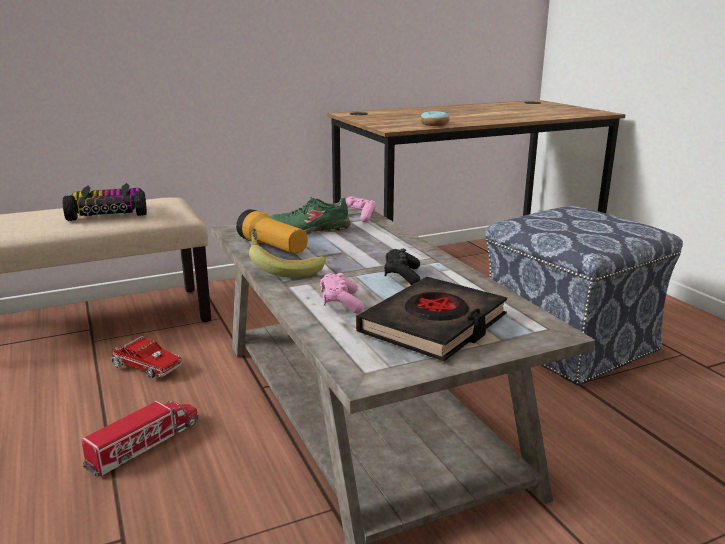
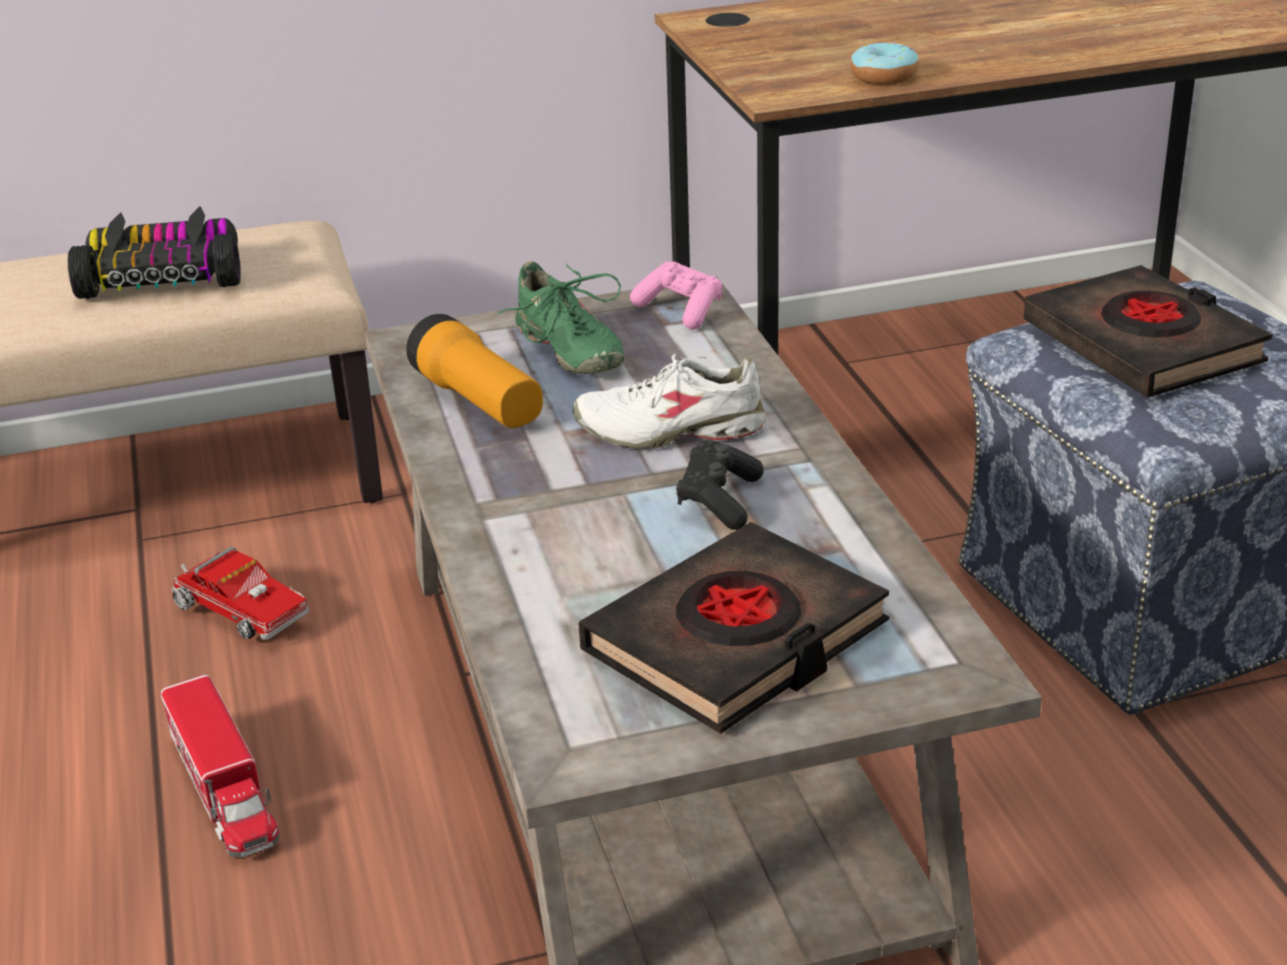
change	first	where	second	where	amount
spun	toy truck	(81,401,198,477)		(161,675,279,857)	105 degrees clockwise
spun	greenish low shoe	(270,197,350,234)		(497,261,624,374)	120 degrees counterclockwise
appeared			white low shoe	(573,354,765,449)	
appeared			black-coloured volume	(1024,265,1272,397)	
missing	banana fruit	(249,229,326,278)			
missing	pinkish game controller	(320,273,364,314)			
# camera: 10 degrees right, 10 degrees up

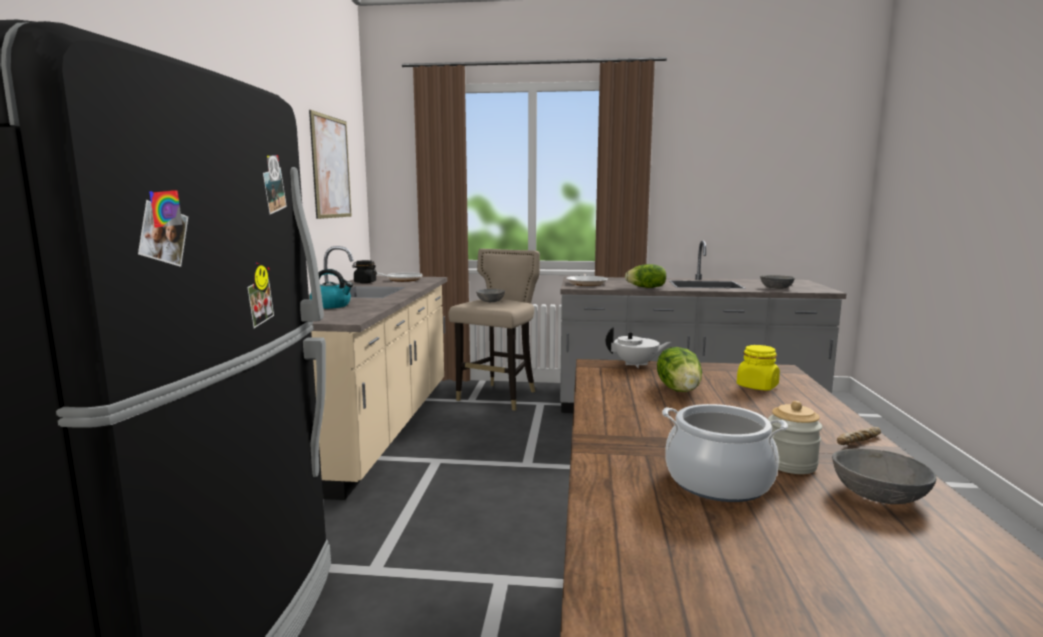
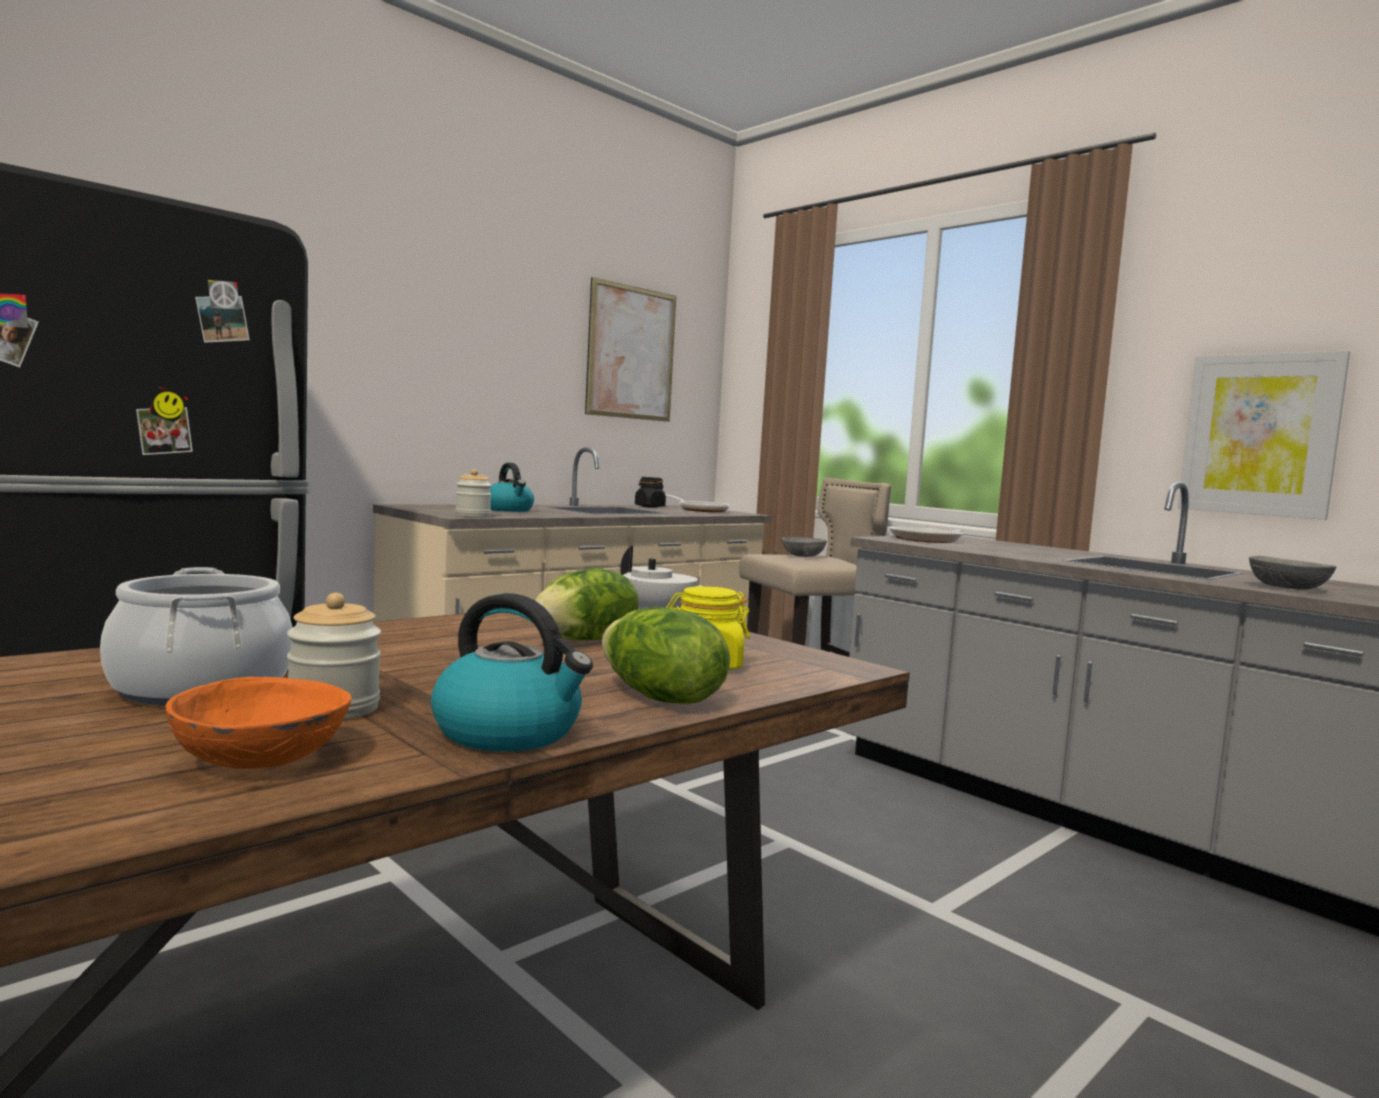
change	first	where	second	where	amount
colour	grey serving bowl	(832,449,937,504)	orangey serving bowl	(166,677,352,769)	
exchanged	bread	(837,427,881,445)	kettle	(431,593,593,751)	
appeared			preserve jar	(456,469,492,517)	
relocated	lettuce head	(625,264,666,288)		(602,607,730,704)	
appeared			wall art	(1178,351,1350,520)	
# camera: 40 degrees right, 5 degrees down

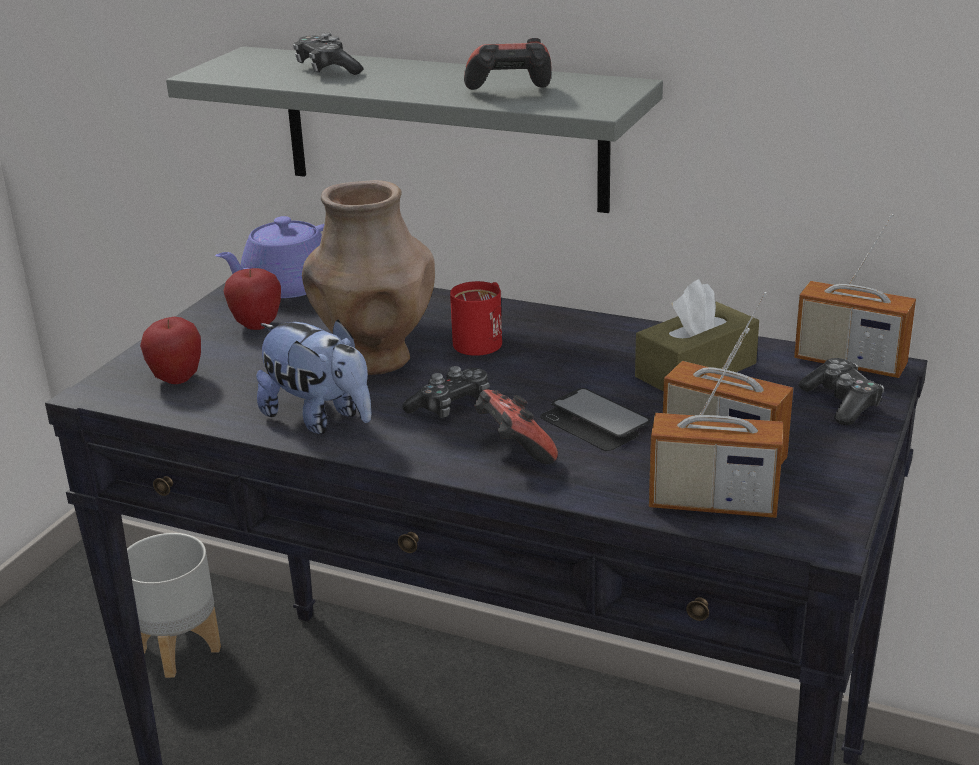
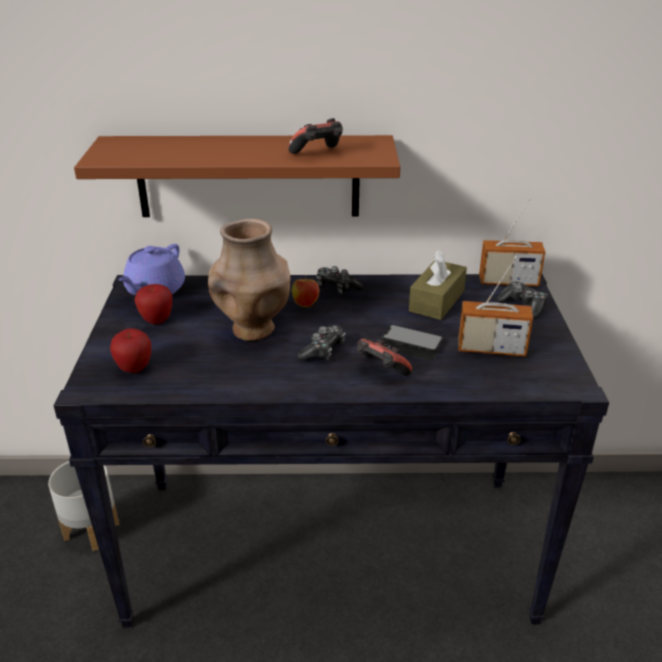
change	first	where	second	where	amount
colour	grey shelf	(166,46,663,213)	brown-coloured shelf	(74,135,400,217)	
exchanged	red mug	(450,281,502,356)	apple	(292,274,319,307)	
relocated	game controller	(293,33,364,75)		(316,266,363,294)	
missing	soft toy	(256,320,371,434)			
missing	radio set	(649,328,783,518)			
# camera: 25 degrees left, 5 degrees up

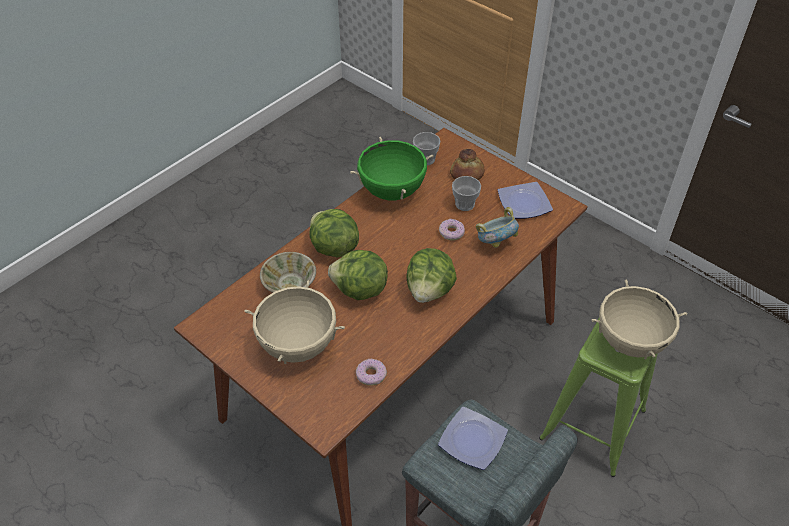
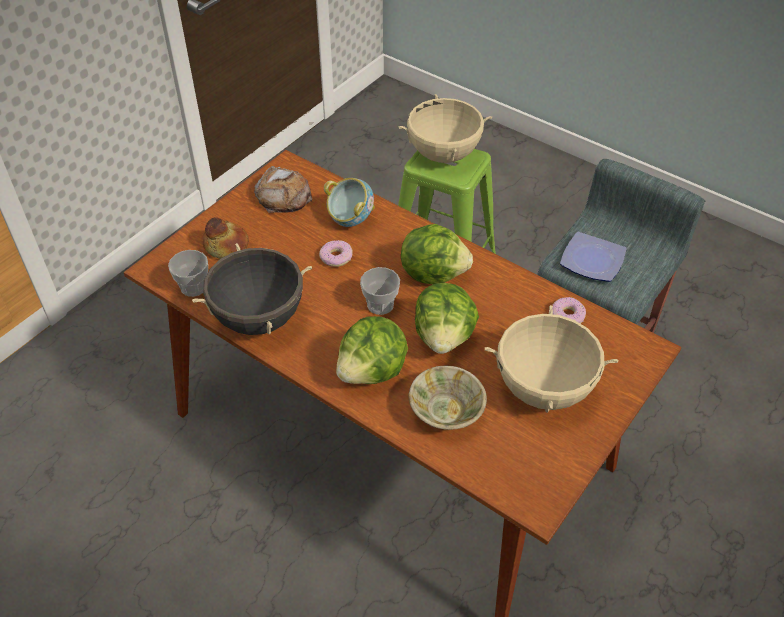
change	first	where	second	where	amount
colour	greenish stockpot	(350,137,434,200)	black-coloured stockpot	(192,243,312,335)	
exchanged	flat dish	(498,182,553,219)	bread	(254,166,312,213)	
relocated	cup	(452,176,481,211)		(360,267,400,315)	
# camera: 95 degrees left, 0 degrees up

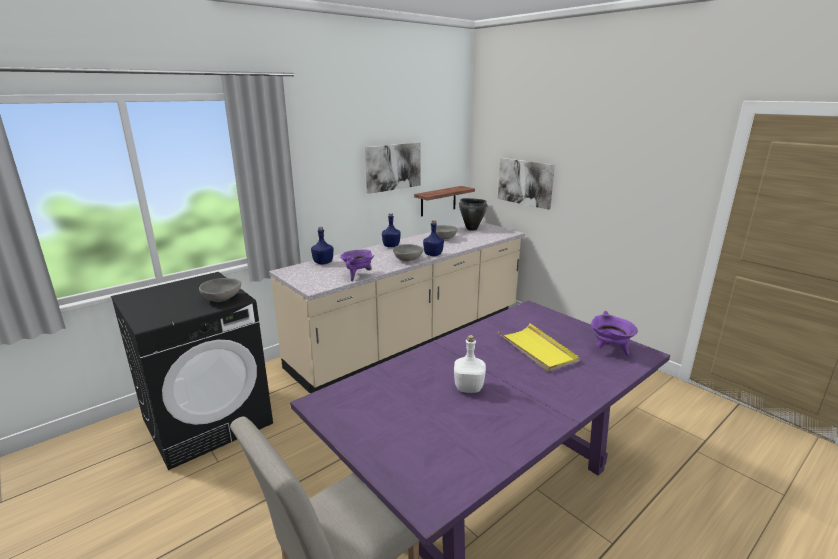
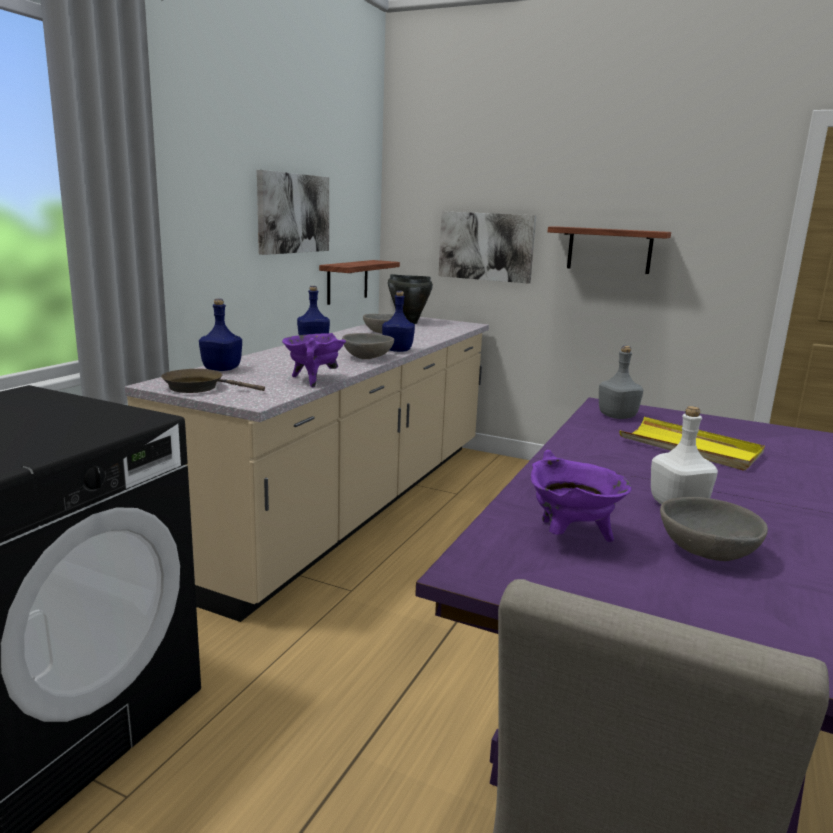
change	first	where	second	where	amount
appeared			brown-coloured frying pan	(161,369,265,393)	
relocated	purple-coloured stockpot	(591,311,638,355)		(531,450,632,542)	
appeared			shelf	(548,227,671,274)	
appeared			grey drink bottle	(599,346,643,419)	
relocated	grey serving bowl	(199,278,241,302)		(660,497,768,561)	
# camera: 25 degrees left, 5 degrees down

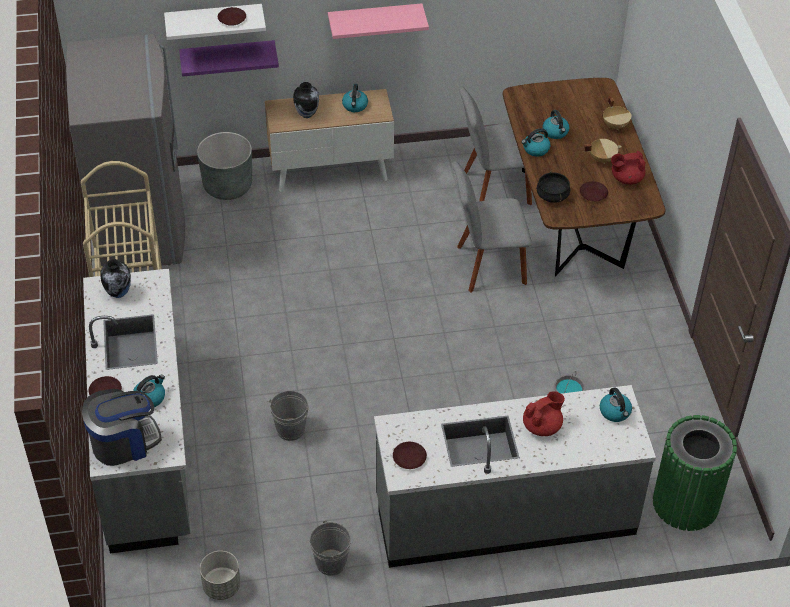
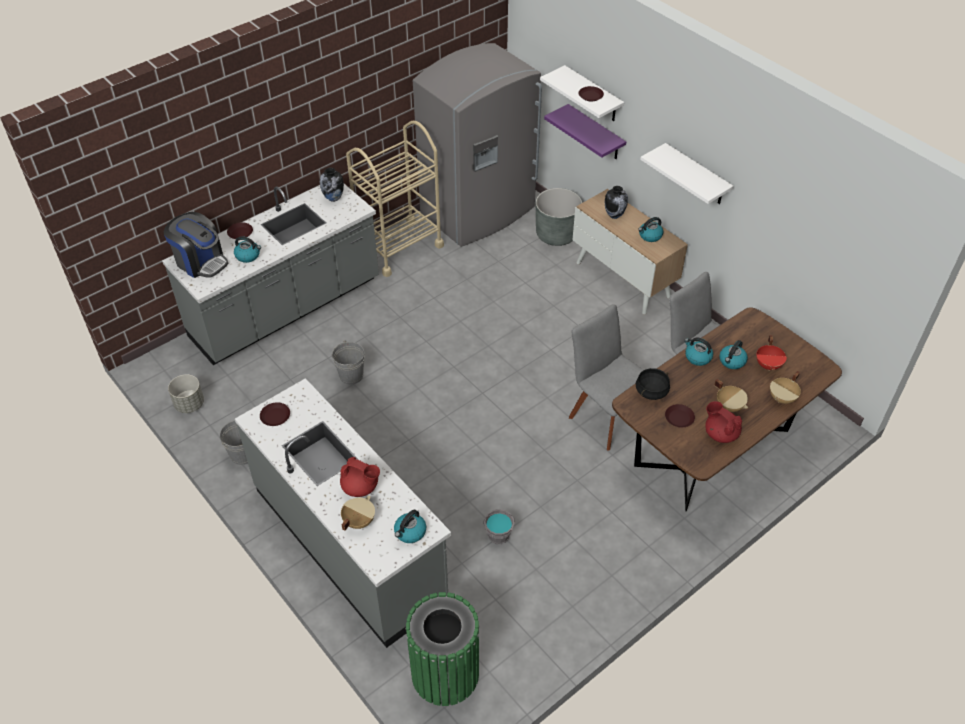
change	first	where	second	where	amount
appeared			beige stockpot	(341,496,375,531)	
colour	pinkish shelf	(328,3,429,39)	white shelf	(640,143,734,204)	
appeared			red stockpot	(756,335,787,371)	
# camera: 60 degrees right, 0 degrees up

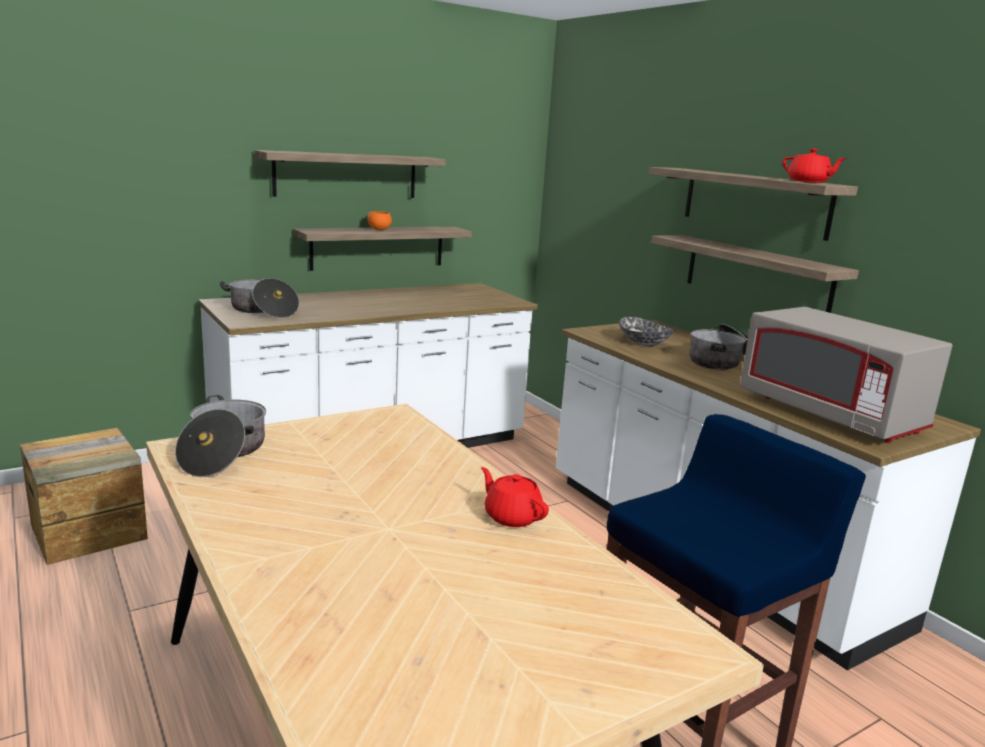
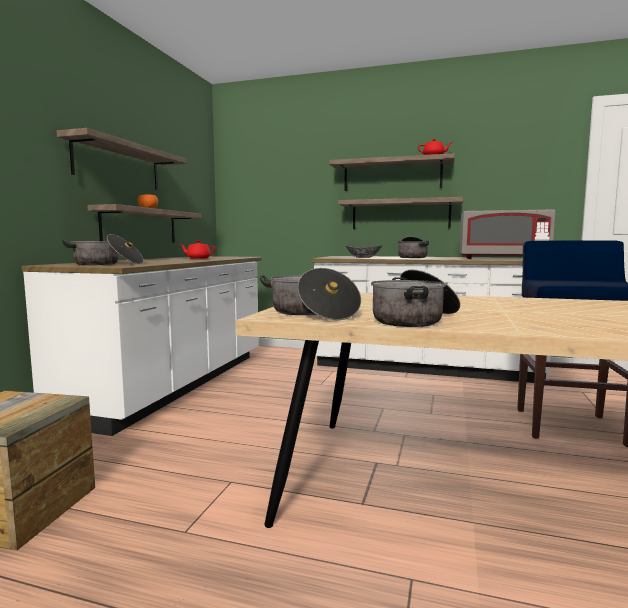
change	first	where	second	where	amount
relocated	red pot for tea	(481,467,549,527)		(179,240,215,259)	
appeared			stockpot	(371,269,460,327)	
# camera: 40 degrees left, 10 degrees down

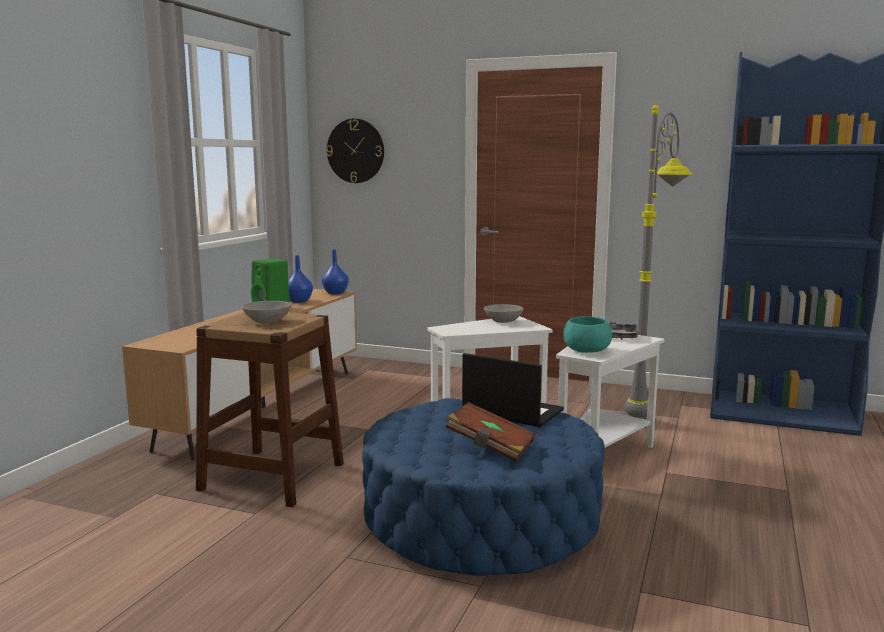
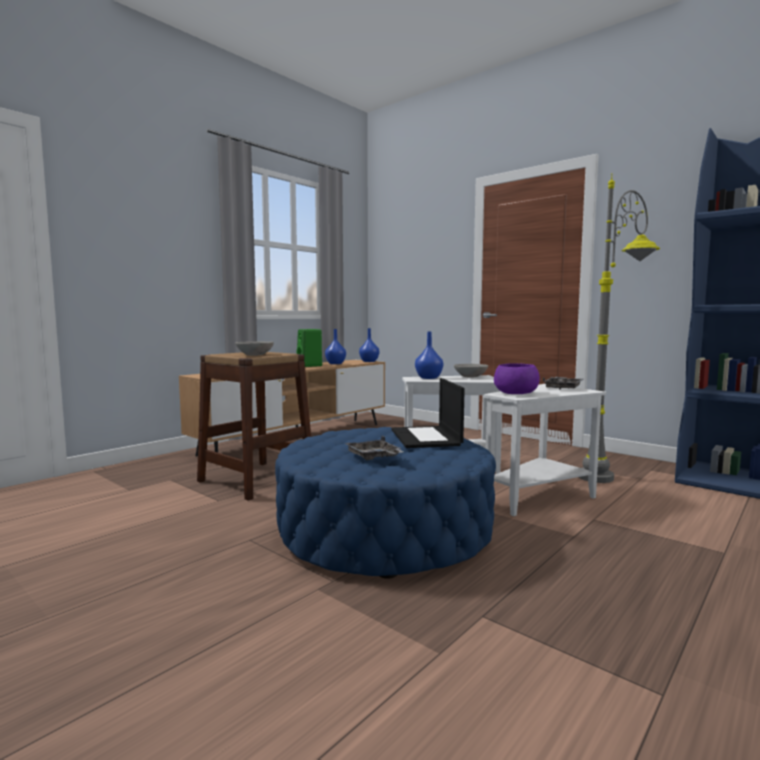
change	first	where	second	where	amount
exchanged	brown-coloured volume	(446,402,535,462)	grey tray	(344,436,403,460)	
spun	portable computer	(462,353,564,427)		(391,378,465,448)	150 degrees counterclockwise
appeared			bluish flower vase	(415,332,443,379)	
colour	turquoise serving bowl	(564,317,612,353)	purple-coloured serving bowl	(494,363,540,394)	
missing	wall clock	(326,119,384,183)			
# camera: 20 degrees right, 5 degrees down

